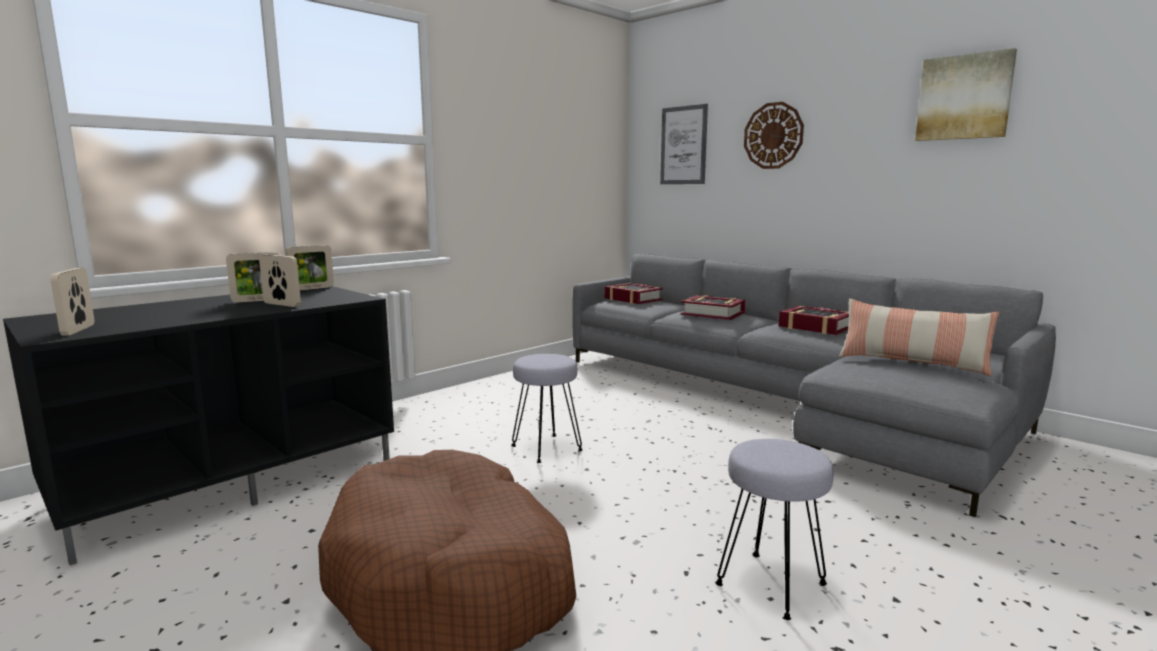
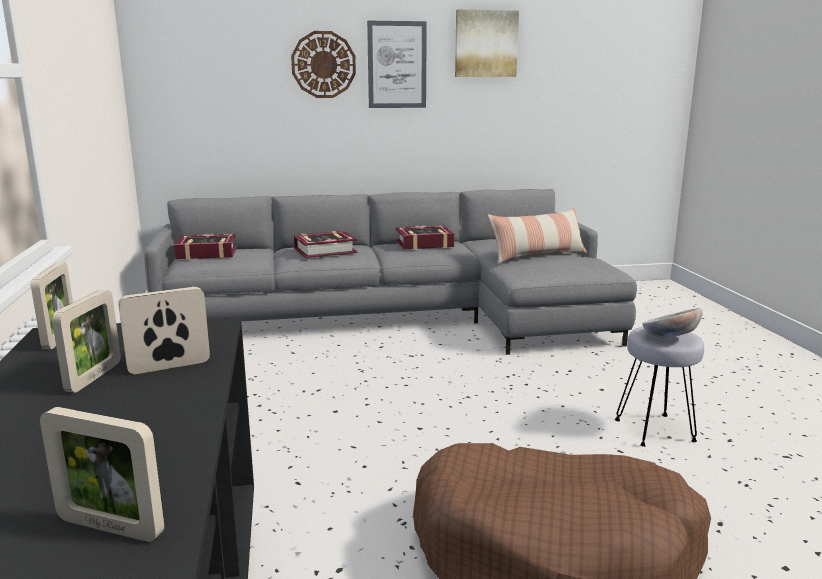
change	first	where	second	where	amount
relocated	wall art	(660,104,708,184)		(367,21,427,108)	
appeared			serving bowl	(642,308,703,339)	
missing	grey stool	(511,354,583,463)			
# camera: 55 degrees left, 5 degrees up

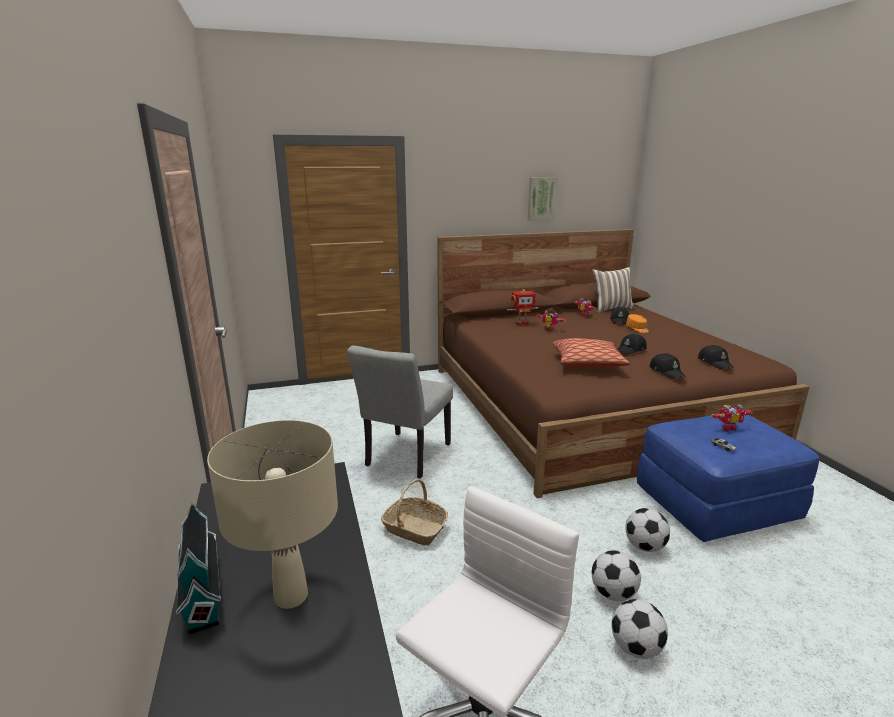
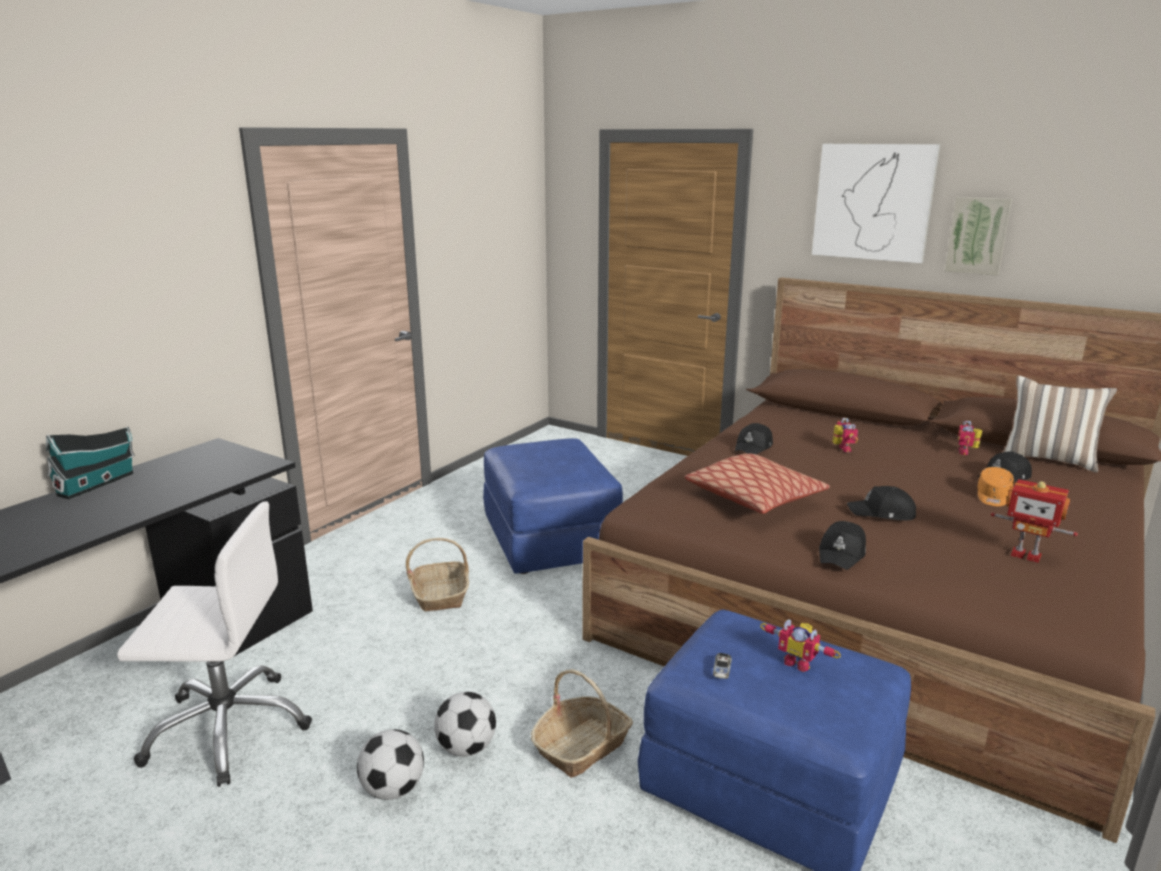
change	first	where	second	where	amount
exchanged	grey chair	(347,346,453,478)	bluish ottoman	(483,438,623,574)	
exchanged	football	(625,508,670,552)	household basket	(531,669,633,778)	
relocated	black-coloured baseball cap	(698,345,733,369)		(734,423,773,454)	
appeared			wall art	(812,144,940,263)	
relocated	toy robot	(507,289,538,325)		(991,479,1078,563)	
missing	beige lamp for a table	(207,420,338,609)			
# camera: 50 degrees right, 0 degrees up

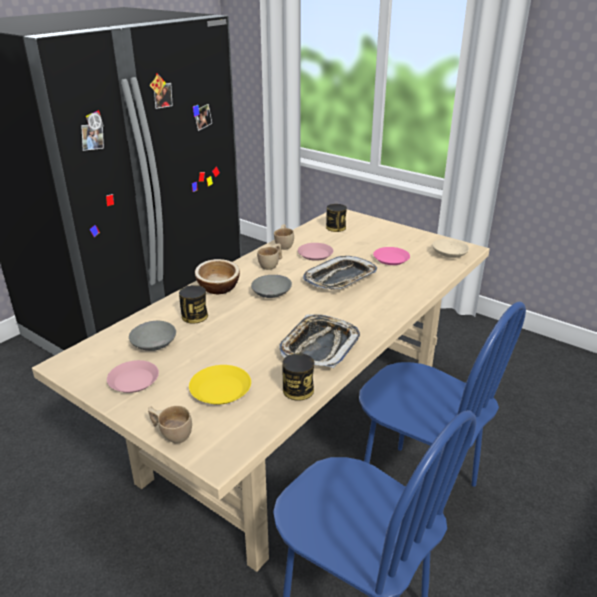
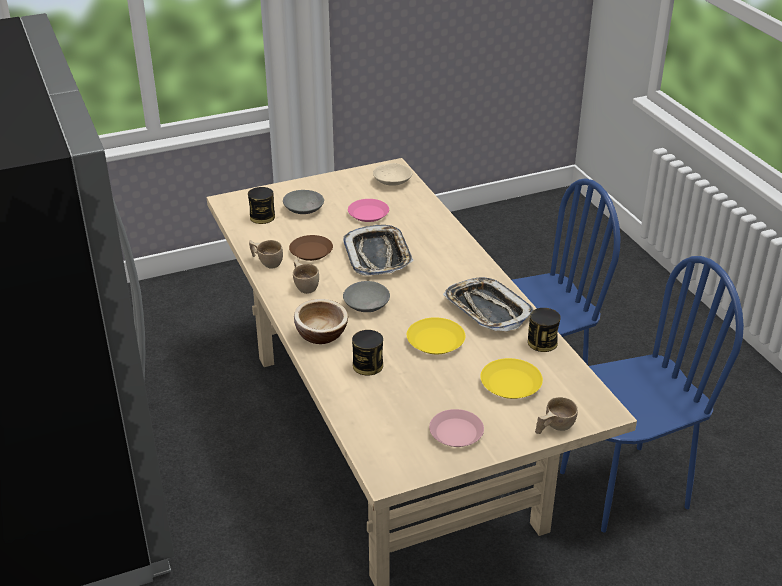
change	first	where	second	where	amount
relocated	grey serving bowl	(129,321,176,351)		(283,190,324,214)	
colour	pinkish flat dish	(298,243,334,261)	brown-coloured flat dish	(289,235,333,261)	
appeared			yellow flat dish	(407,317,465,354)	
# camera: 60 degrees left, 5 degrees up

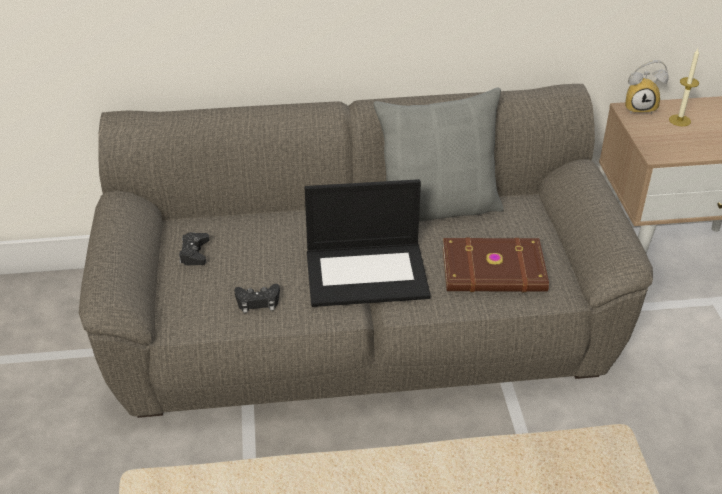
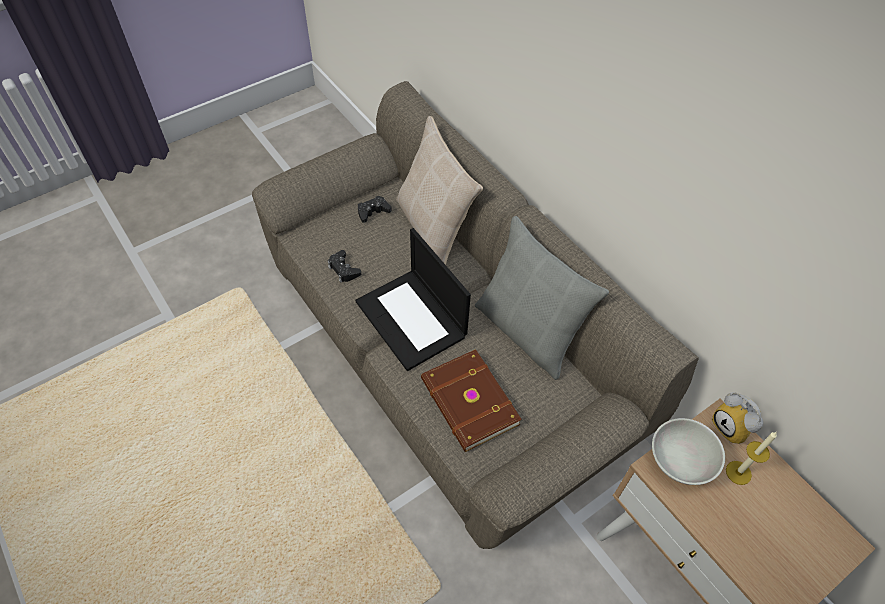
change	first	where	second	where	amount
appeared			beige pillow	(396,116,483,265)	
appeared			white serving bowl	(652,418,725,485)	
# camera: 60 degrees right, 15 degrees up

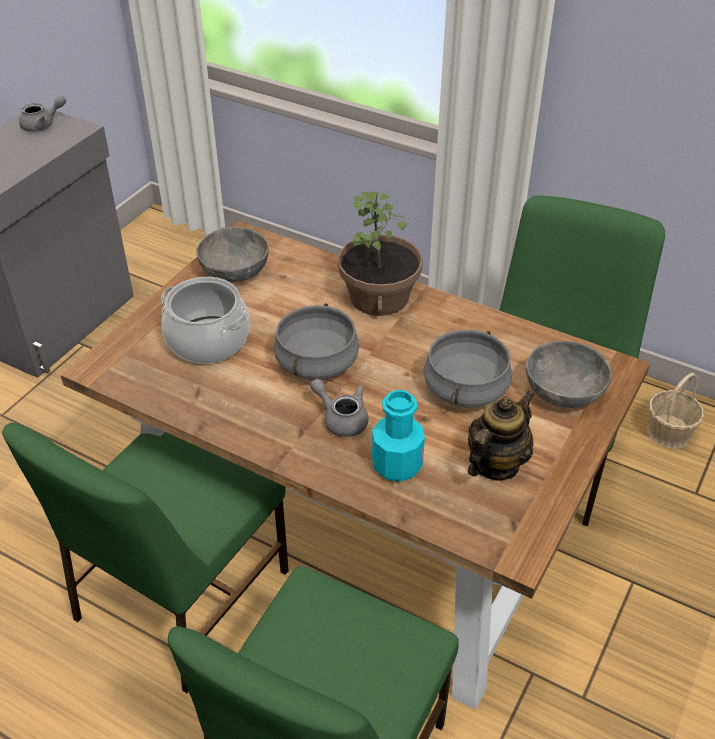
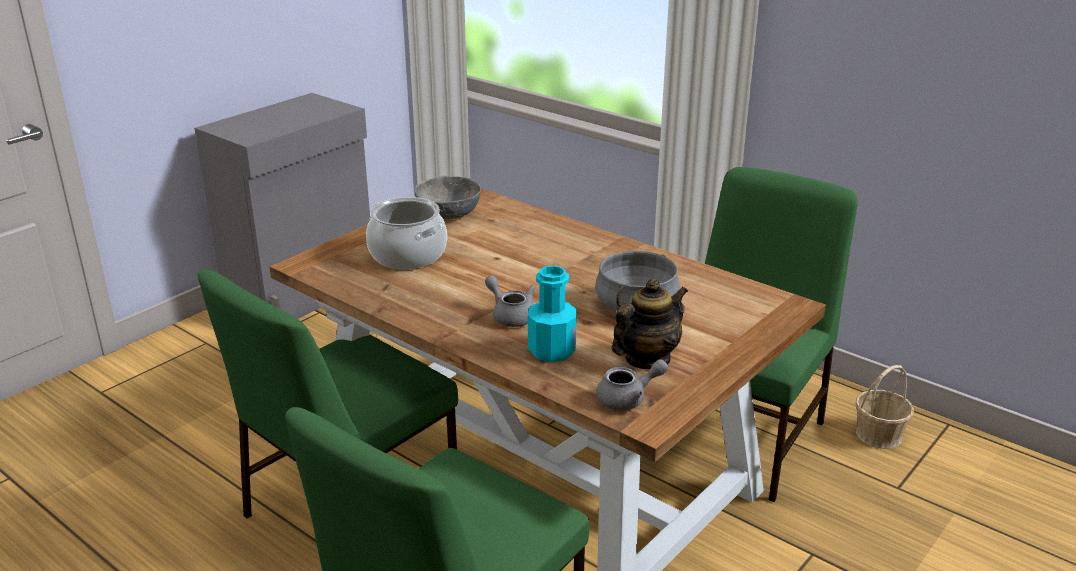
change	first	where	second	where	amount
relocated	grey pot for tea	(19,95,66,132)		(596,359,668,410)	
missing	grey stockpot	(273,303,359,380)			
missing	potted plant	(338,191,423,316)			
missing	grey serving bowl	(526,341,612,408)			
# camera: 10 degrees right, 15 degrees down

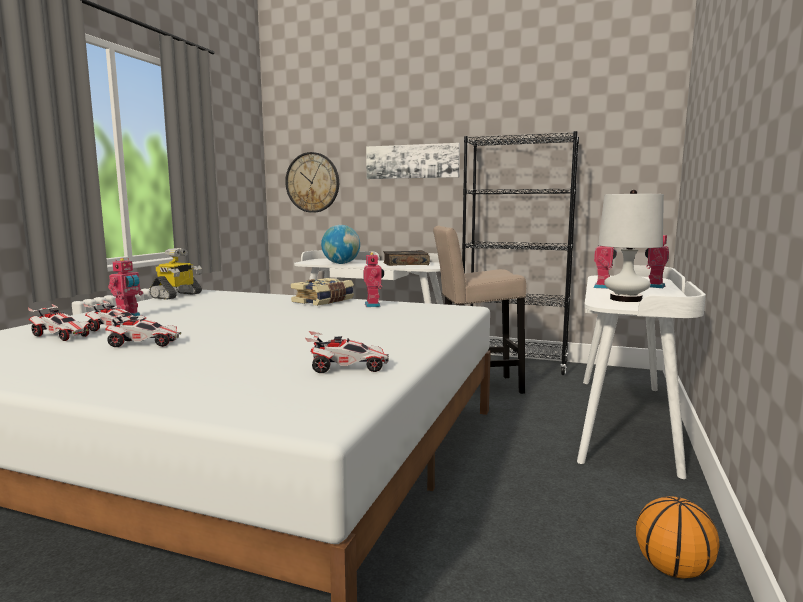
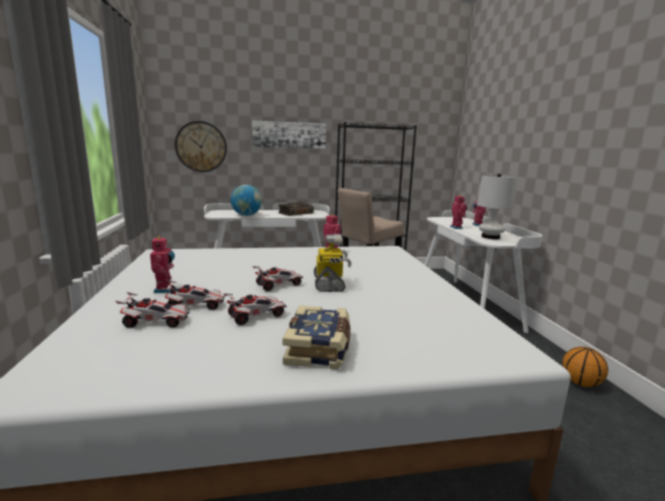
change	first	where	second	where	amount
relocated	model car	(305,331,389,373)		(253,266,303,291)	
relocated	volume	(291,278,354,306)		(283,305,351,370)	
relocated	toy robot	(149,248,202,300)		(314,234,352,292)	
# camera: 30 degrees left, 5 degrees up

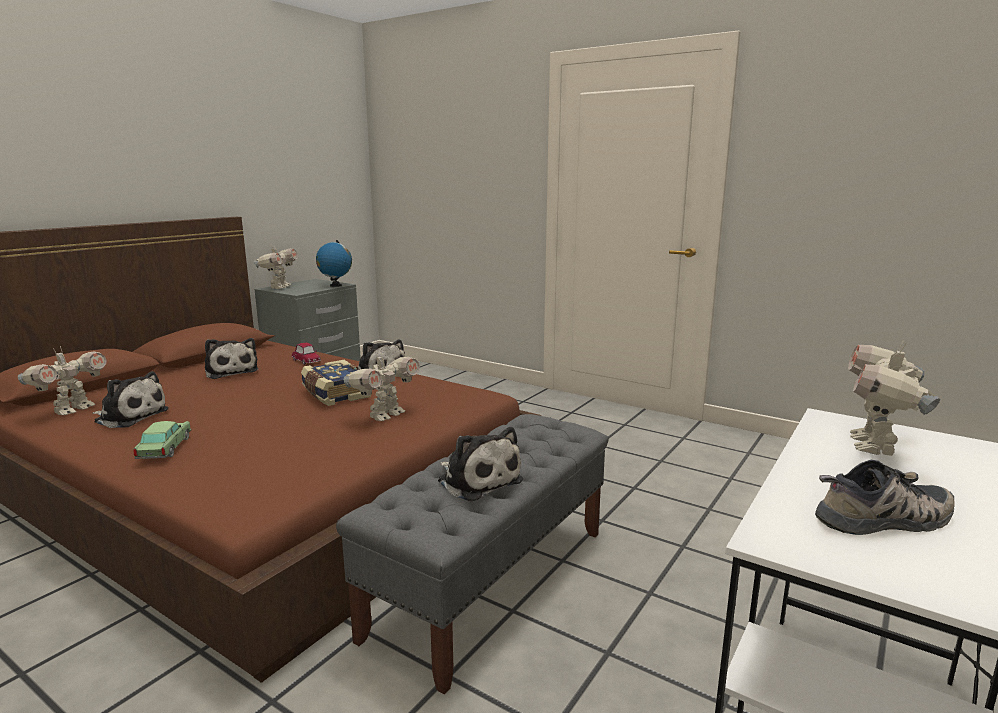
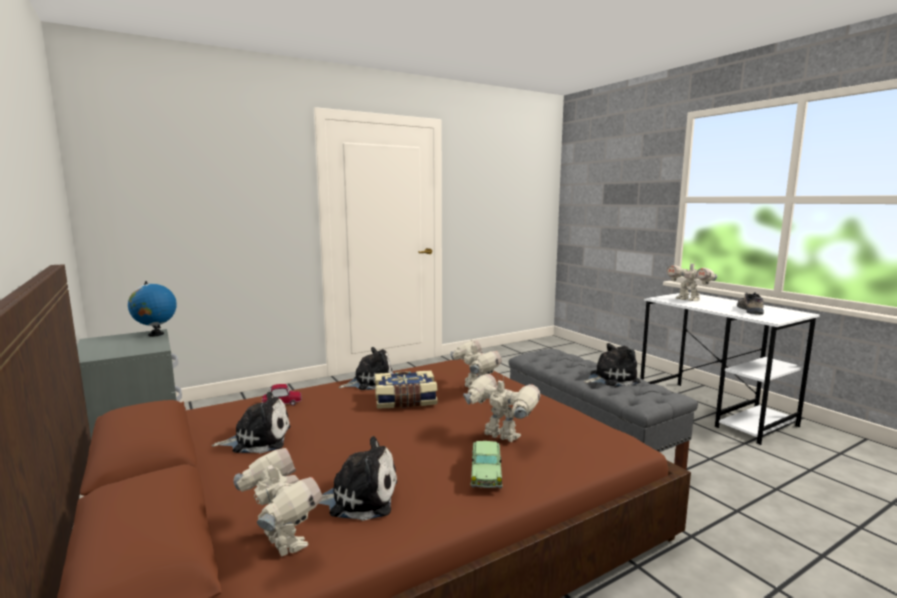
change	first	where	second	where	amount
spun	soft toy	(93,371,169,428)		(319,436,397,521)	45 degrees clockwise
relocated	toy robot	(253,245,298,289)		(463,374,540,442)	
spun	model car	(134,421,192,459)		(470,441,503,489)	105 degrees counterclockwise
# camera: 65 degrees left, 5 degrees down

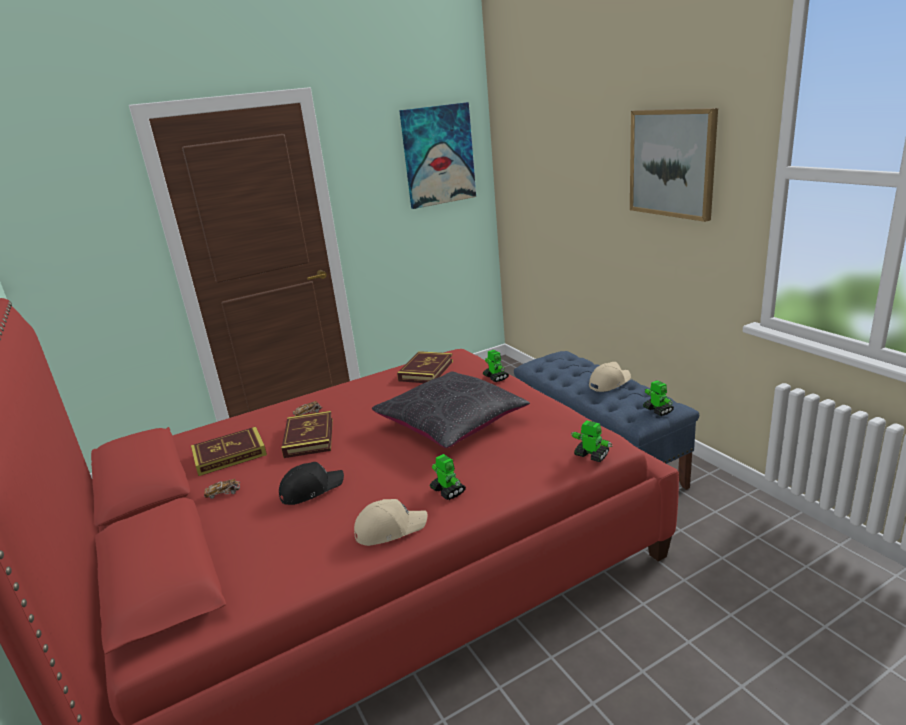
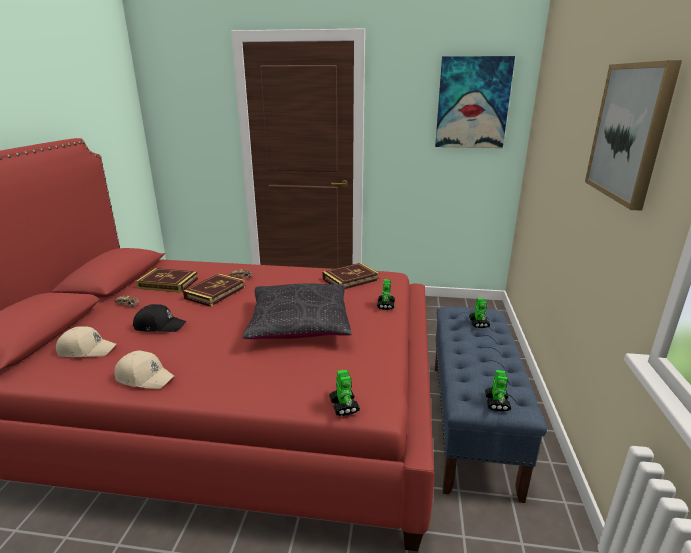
change	first	where	second	where	amount
relocated	beige baseball cap	(589,362,631,392)		(56,326,116,357)	
relocated	toy robot	(430,454,466,500)		(469,298,490,328)	
# camera: 35 degrees right, 0 degrees up

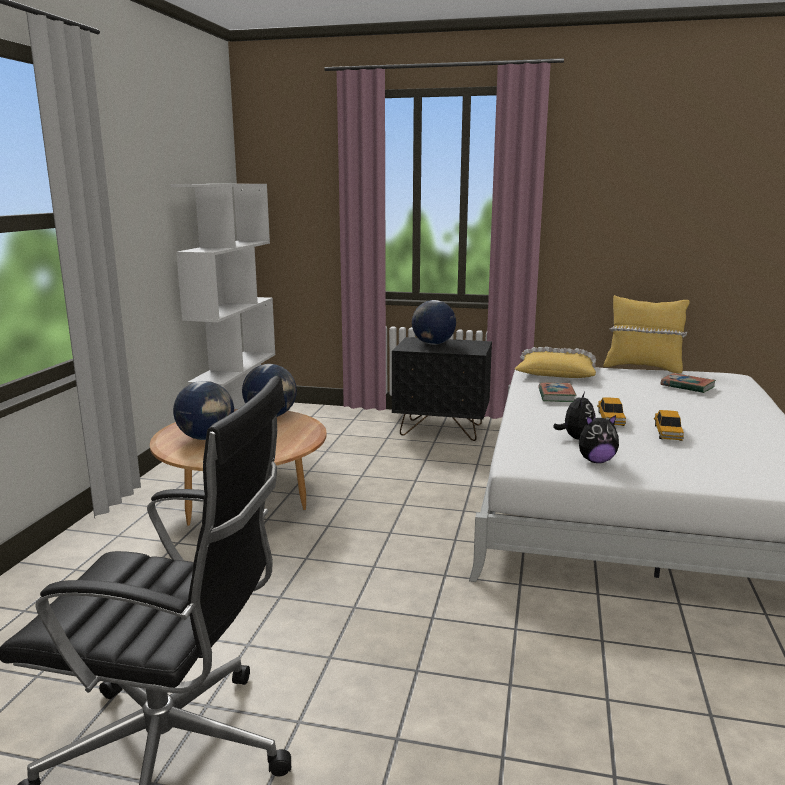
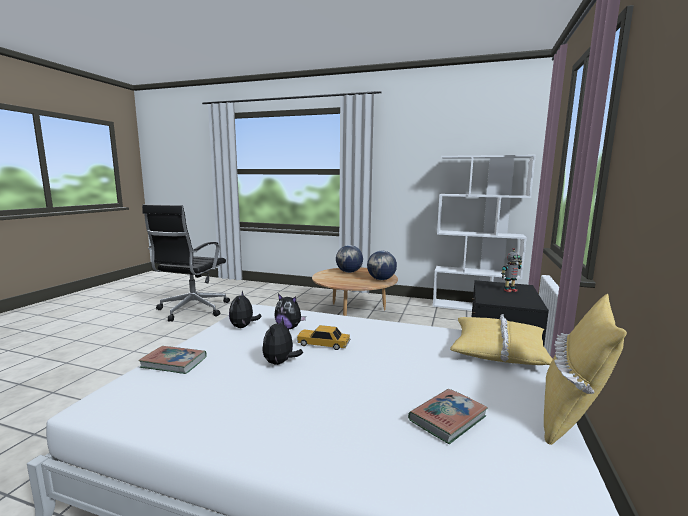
change	first	where	second	where	amount
relocated	volume	(539,382,576,402)		(138,346,207,374)	
exchanged	model car	(654,410,684,441)	soft toy	(262,317,303,365)	
exchanged	world globe	(412,300,456,345)	toy robot	(501,248,522,292)	
# camera: 95 degrees right, 5 degrees down

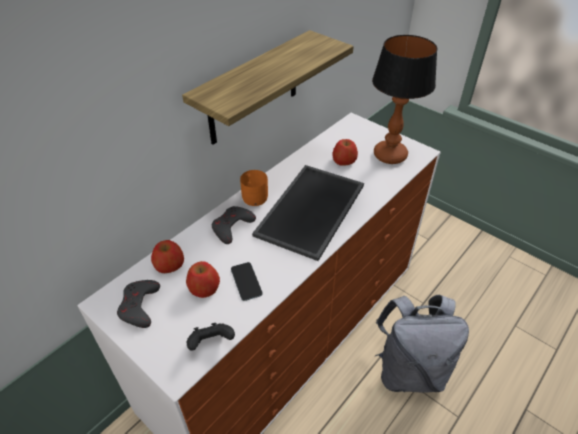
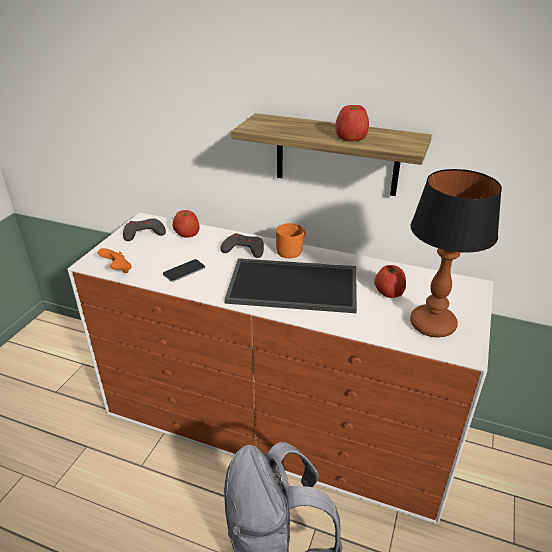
change	first	where	second	where	amount
colour	black-coloured game controller	(187,323,235,351)	orangey game controller	(98,248,132,273)	
relocated	apple	(186,261,220,298)		(335,105,369,141)	
# camera: 70 degrees right, 10 degrees down

